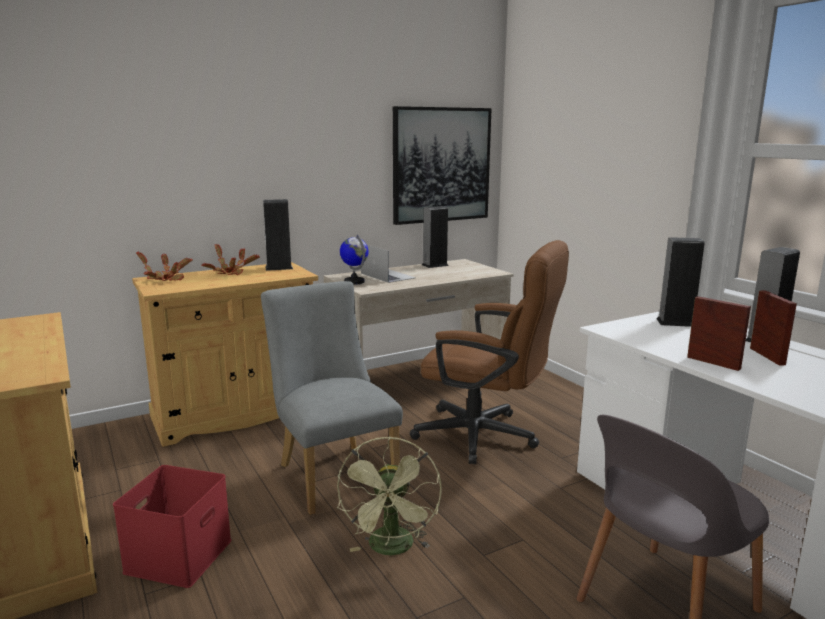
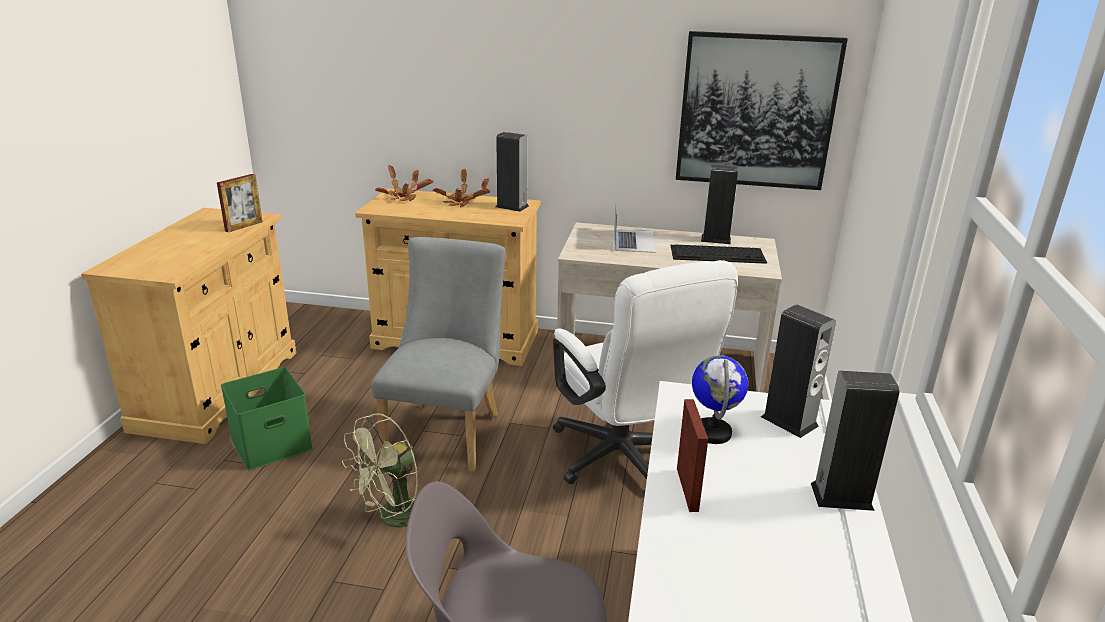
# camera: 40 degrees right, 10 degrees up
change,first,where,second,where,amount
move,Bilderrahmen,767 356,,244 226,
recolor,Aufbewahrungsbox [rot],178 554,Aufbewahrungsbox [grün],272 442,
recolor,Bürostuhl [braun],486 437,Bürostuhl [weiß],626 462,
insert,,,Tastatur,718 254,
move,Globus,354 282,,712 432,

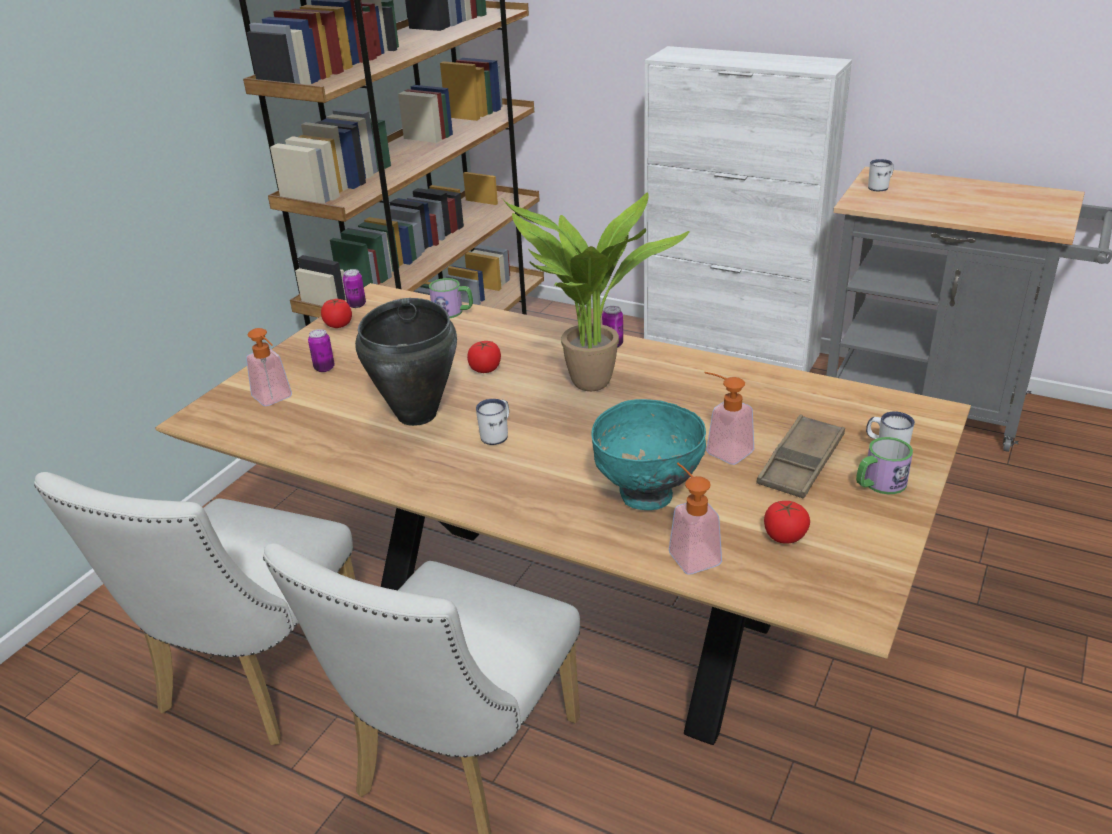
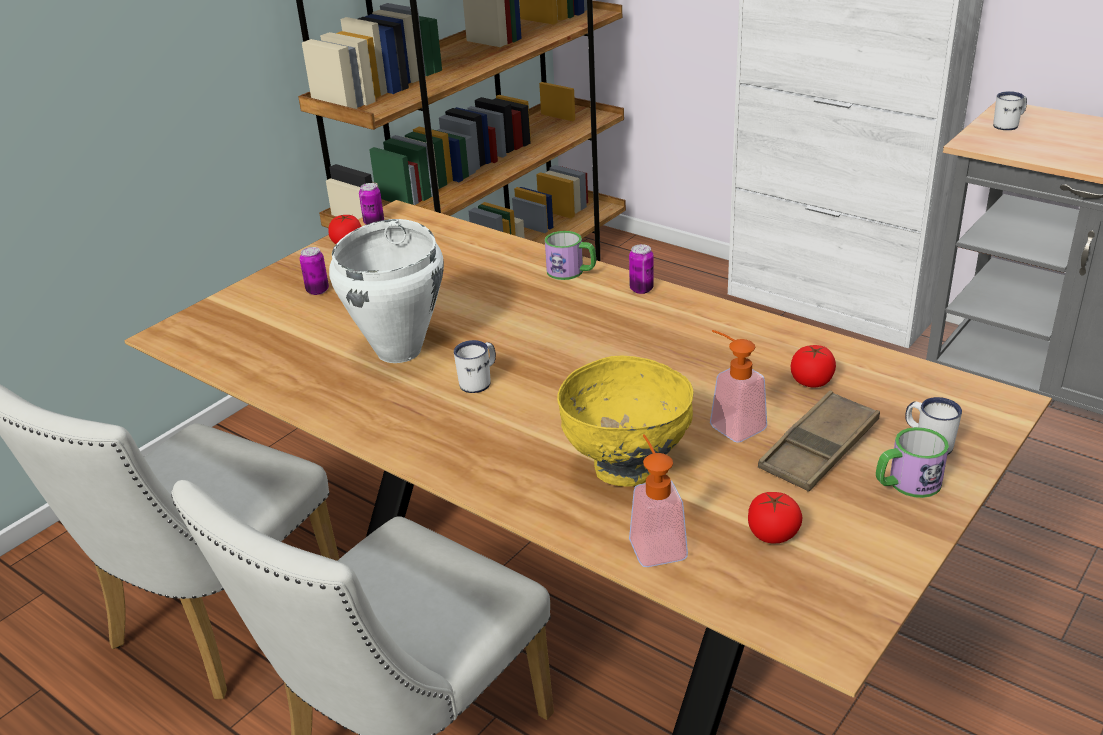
# camera: 10 degrees right, 0 degrees up
change,first,where,second,where,amount
recolor,Kochtopf [schwarz],418 414,Kochtopf [weiß],400 351,
move,Henkelbecher,453 312,,571 272,
recolor,Schüssel [türkis],647 496,Schüssel [gelb],625 469,
move,Tomate,485 369,,812 381,
delete,Seifenspender,275 399,,,
delete,Topfpflanze,591 387,,,

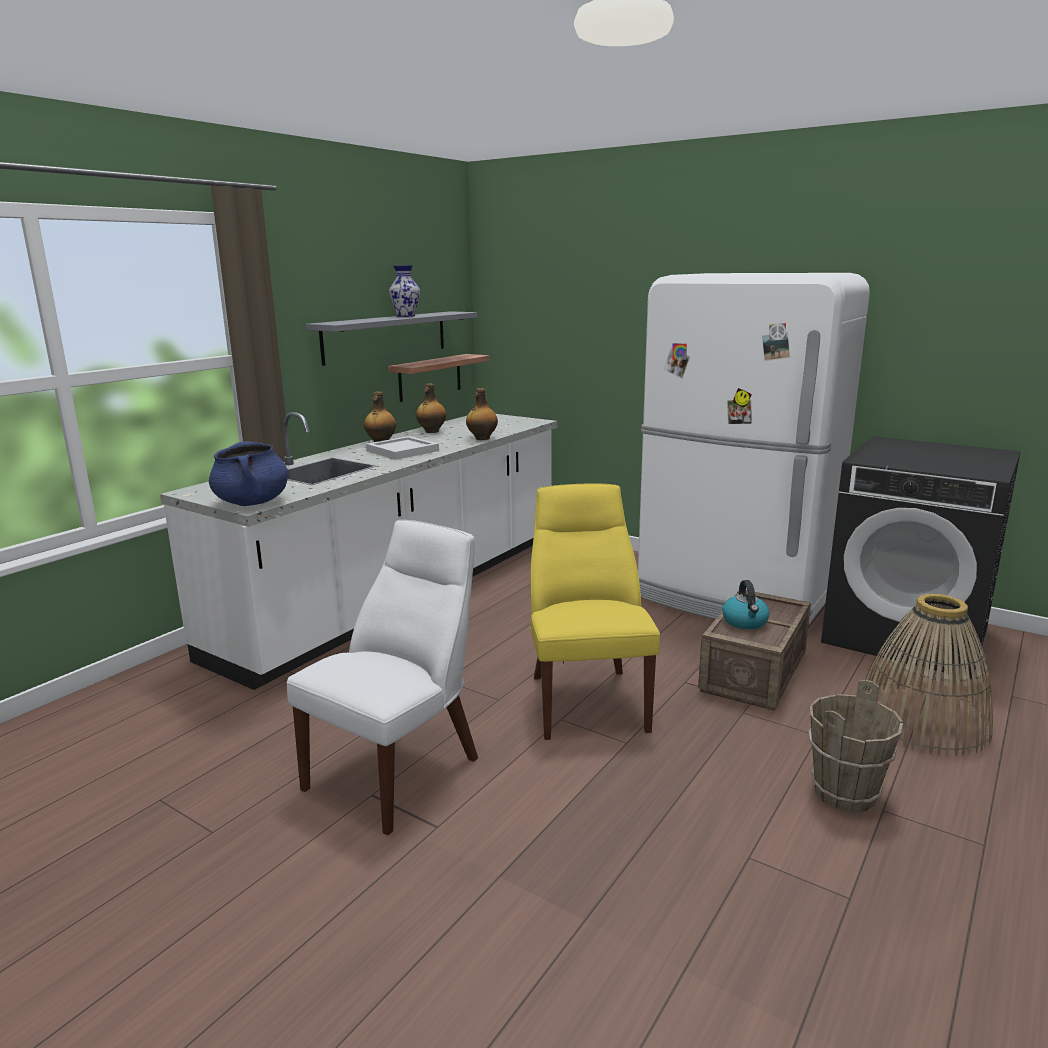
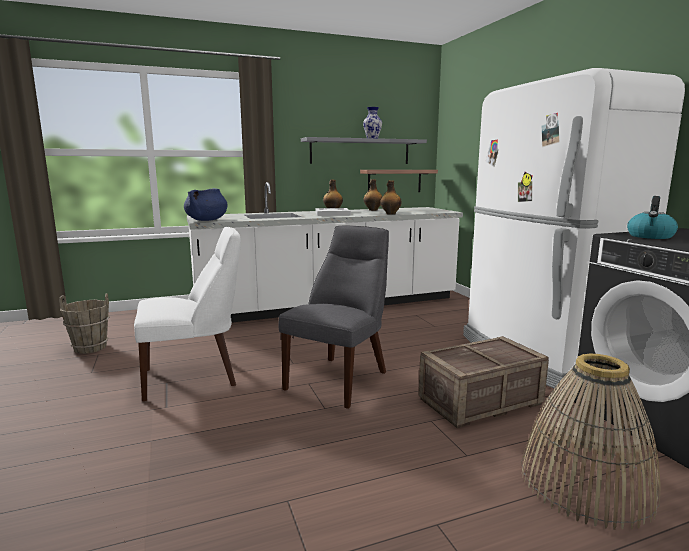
# camera: 35 degrees right, 5 degrees down
change,first,where,second,where,amount
move,Eimer [braun],845 793,,90 348,
recolor,Stuhl [gelb],586 699,Stuhl [grau],340 379,
move,Wasserkessel,745 622,,650 236,

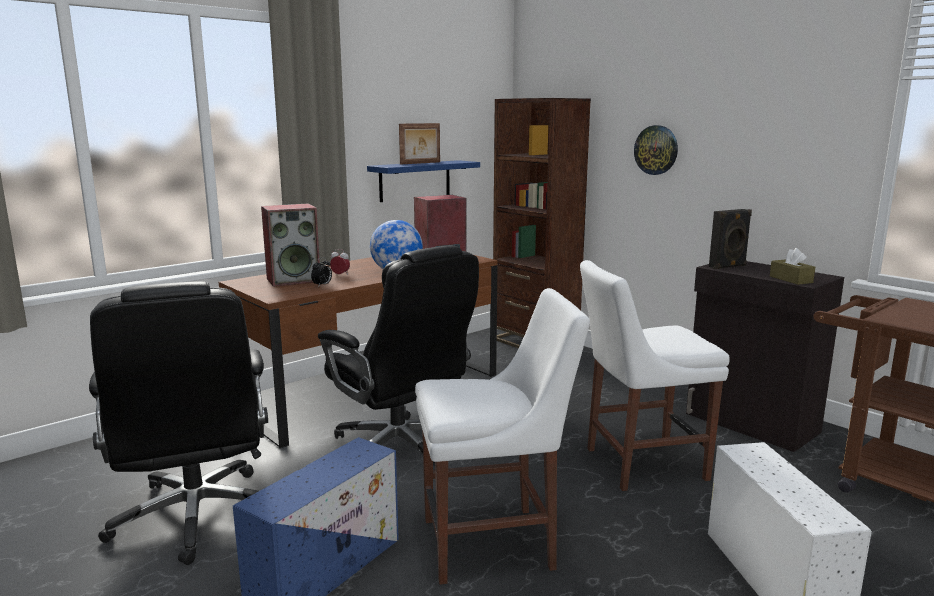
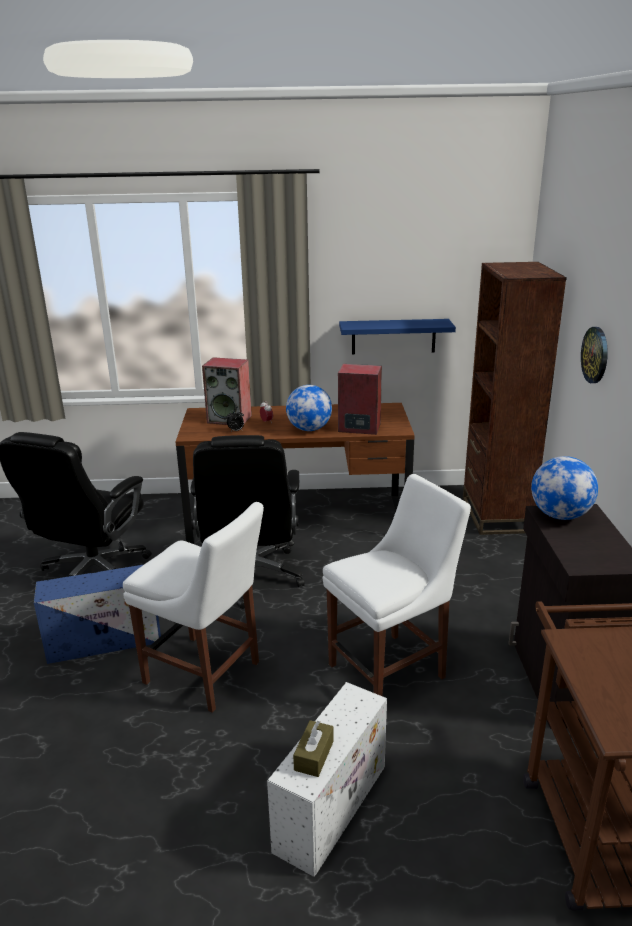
# camera: 40 degrees right, 10 degrees up
change,first,where,second,where,amount
move,Taschentuchbox [braun],791 279,,314 755,
rotate,Stuhl [weiß],639 464,,392 669,120 degrees clockwise
replace,Lautsprecher [schwarz],728 266,Globus,560 515,
delete,Bilderrahmen,420 163,,,

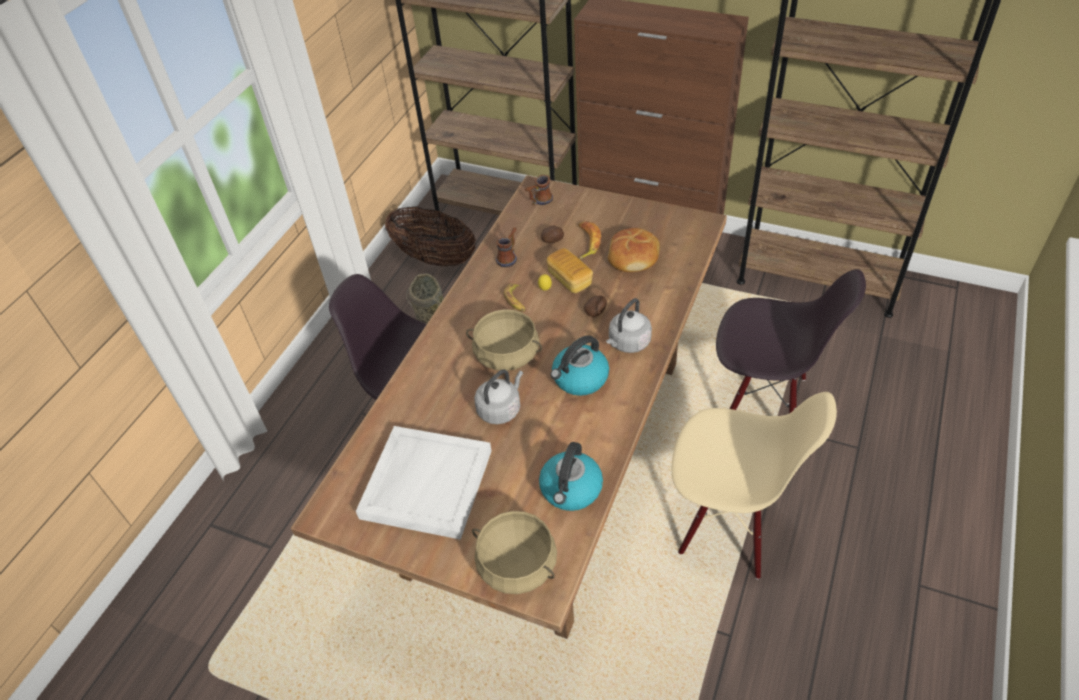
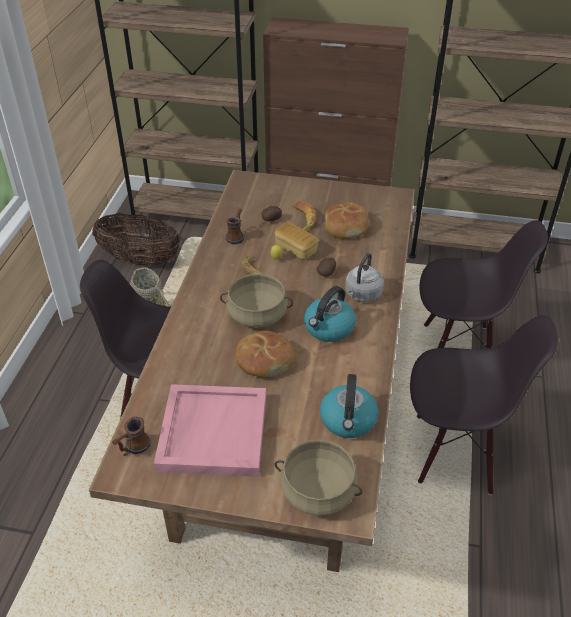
# camera: 15 degrees left, 5 degrees down
change,first,where,second,where,amount
move,Henkelbecher,539 201,,132 448,
recolor,Tablett [weiß],426 483,Tablett [rosa],212 432,
replace,Wasserkessel [grau],500 409,Brot,264 360,
recolor,Stuhl [beige],728 523,Stuhl [schwarz],454 452,

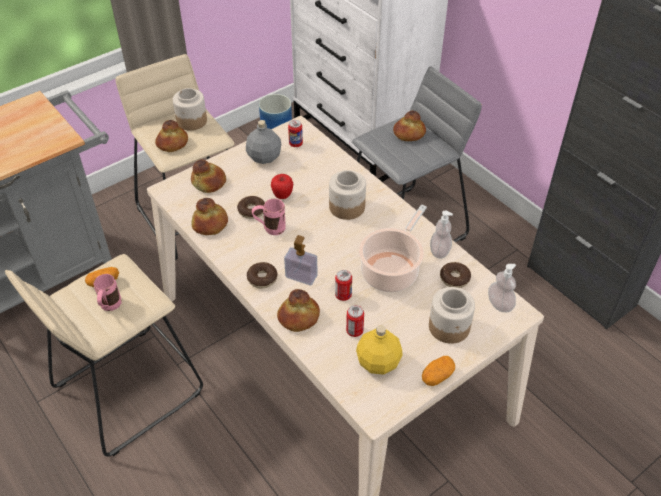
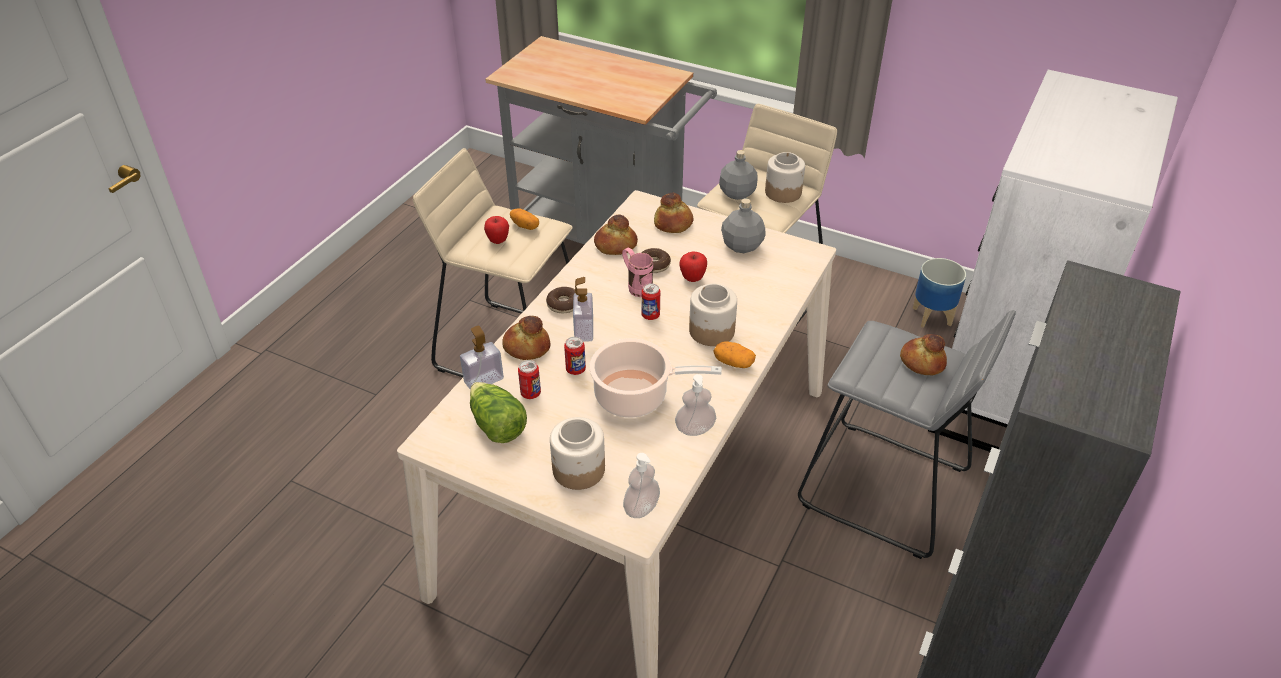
# camera: 65 degrees right, 5 degrees down
change,first,where,second,where,amount
insert,,,Seifenspender,484 380,
replace,Flasche [gelb],378 363,Salatkopf,496 425,
replace,Henkelbecher [rosa],109 307,Apfel,498 241,
move,Dose,295 144,,650 315,
move,Kartoffel,437 376,,733 363,
replace,Brot,172 143,Flasche [grau],737 194,
delete,Donut,454 278,,,

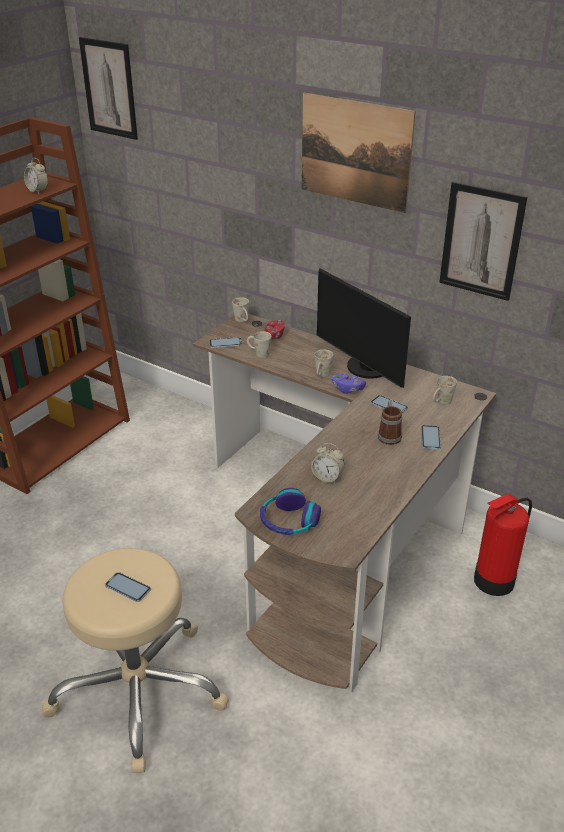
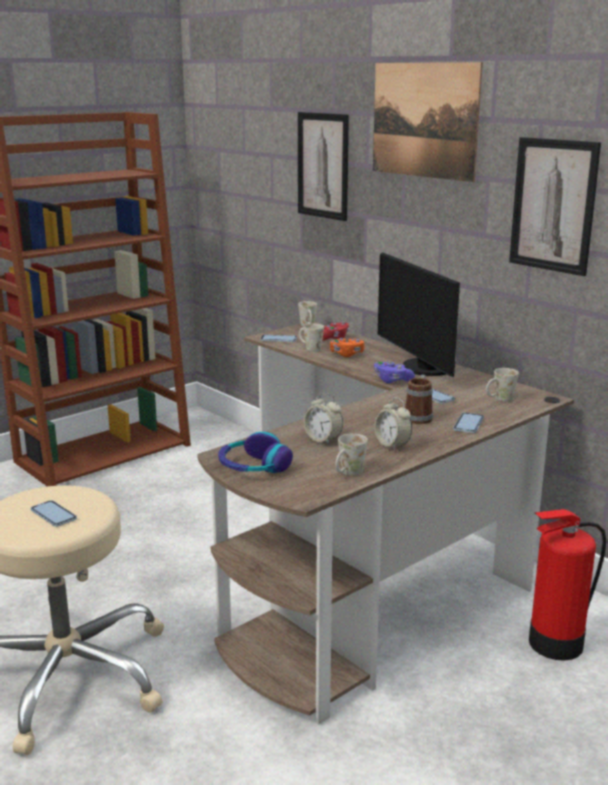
# camera: 15 degrees right, 15 degrees down
change,first,where,second,where,amount
move,Bild,109 88,,323 165,
insert,,,Gamepad [orange],346 354,
move,Henkelbecher [weiß],321 375,,348 474,
move,Wecker,38 191,,392 445,

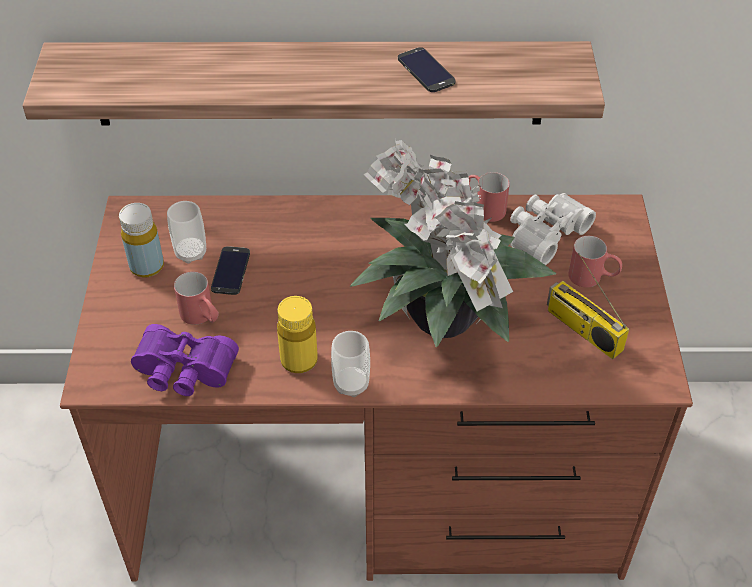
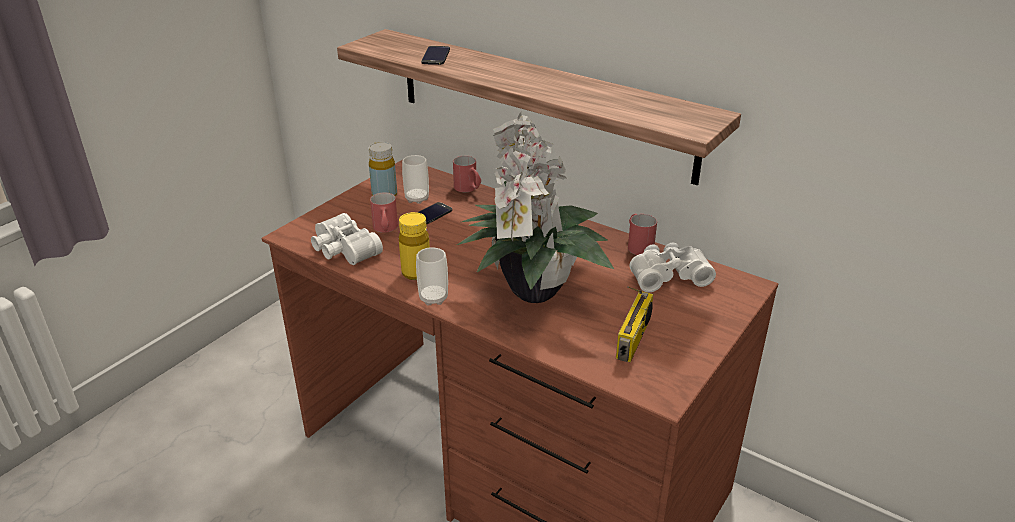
# camera: 35 degrees right, 15 degrees down
change,first,where,second,where,amount
recolor,Fernglas [lila],183 373,Fernglas [weiß],342 250,
move,Handy,426 70,,435 56,
move,Henkelbecher [rot],593 278,,468 189,
rotate,Radio,582 330,,634 339,150 degrees counterclockwise

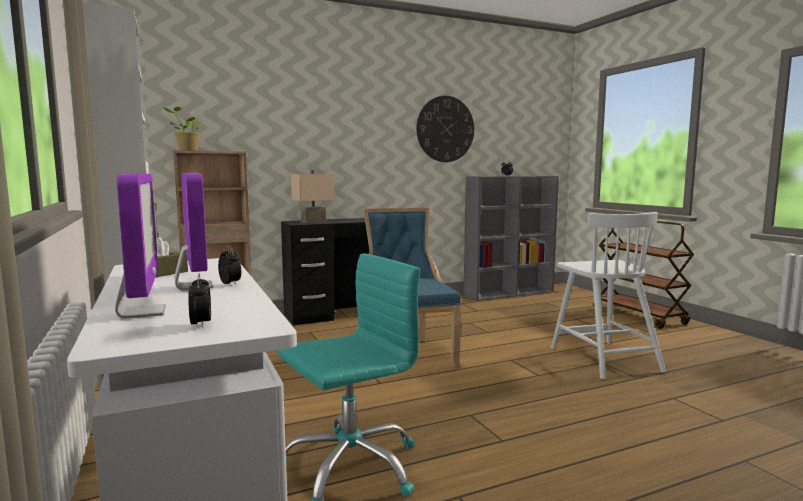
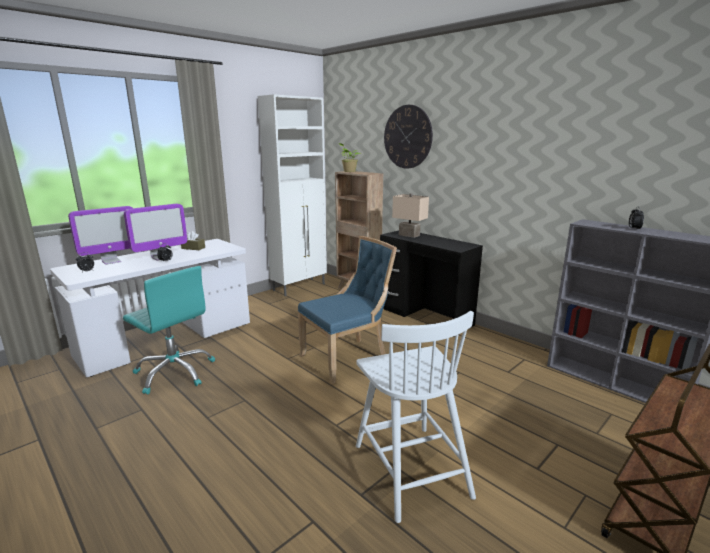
# camera: 70 degrees right, 10 degrees up
change,first,where,second,where,amount
rotate,Stuhl [weiß],603 358,,410 468,75 degrees counterclockwise
move,Wanduhr,445 129,,407 137,

